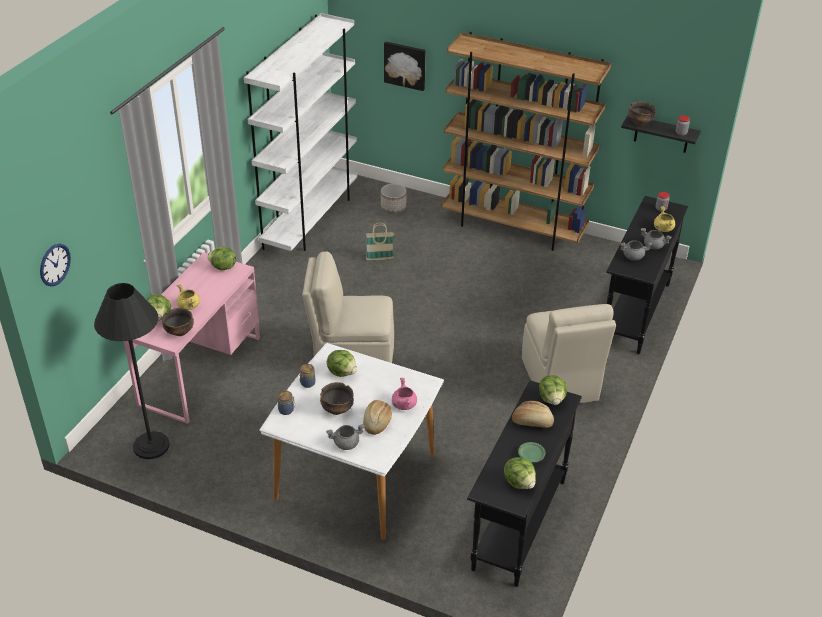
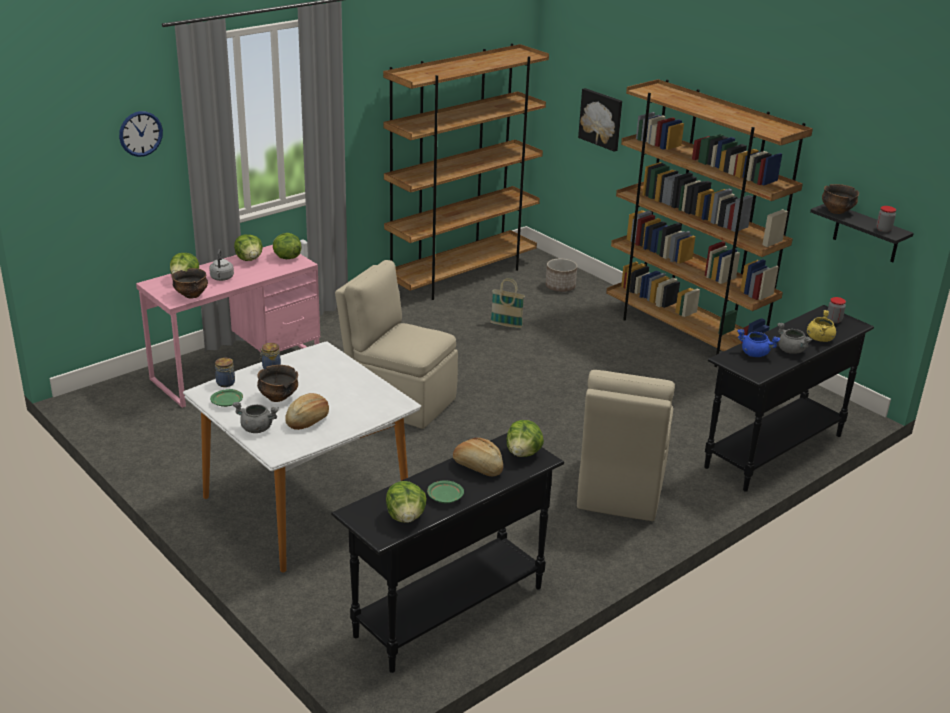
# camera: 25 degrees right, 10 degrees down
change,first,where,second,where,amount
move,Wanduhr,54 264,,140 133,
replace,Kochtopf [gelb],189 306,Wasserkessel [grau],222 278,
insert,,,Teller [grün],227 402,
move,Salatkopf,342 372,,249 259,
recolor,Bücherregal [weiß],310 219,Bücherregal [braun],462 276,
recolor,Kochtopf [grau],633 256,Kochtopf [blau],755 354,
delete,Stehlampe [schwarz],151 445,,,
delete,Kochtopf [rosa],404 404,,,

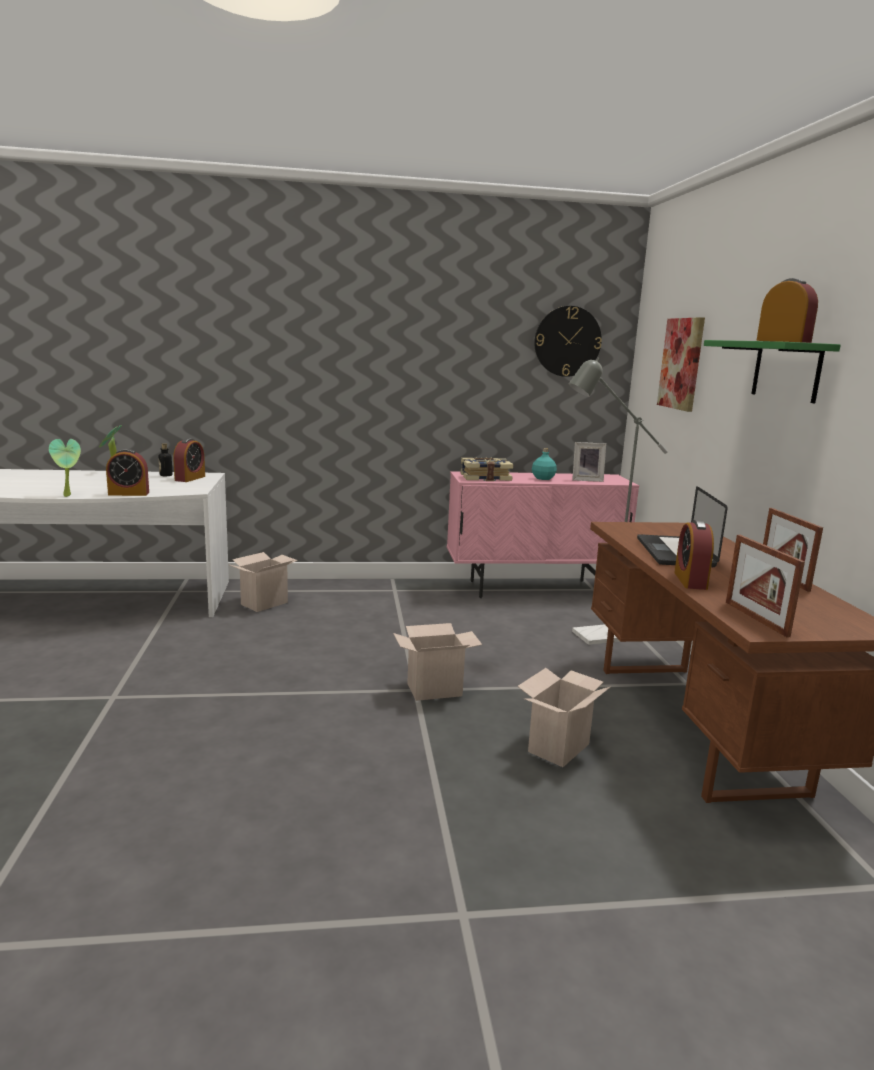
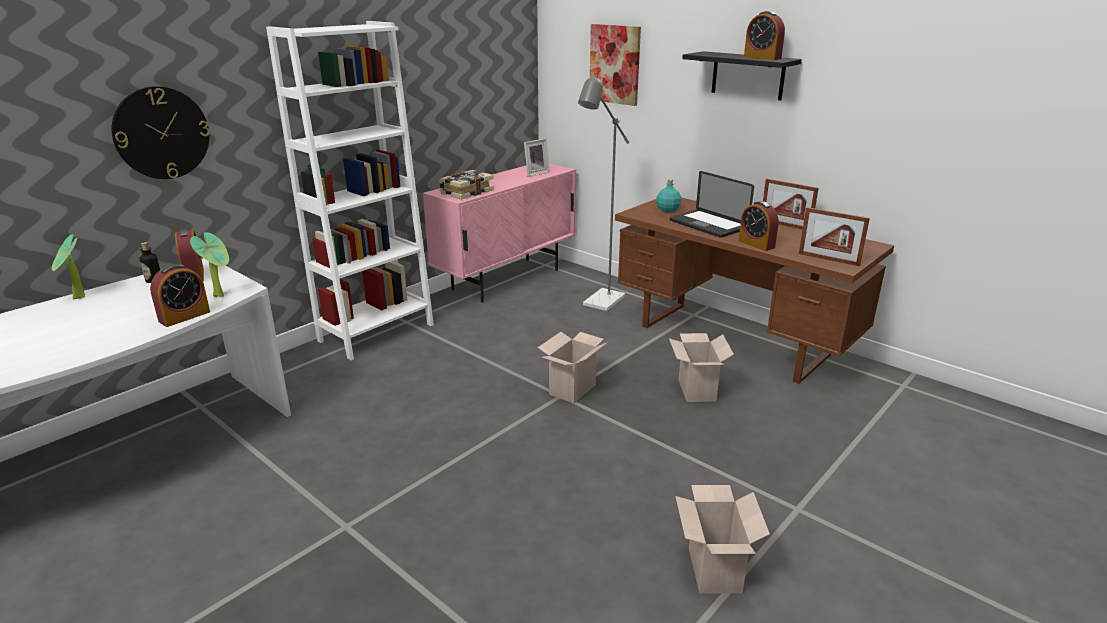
# camera: 40 degrees left, 10 degrees up
change,first,where,second,where,amount
move,Wanduhr,567 341,,161 133,
move,Topfpflanze,69 495,,221 295,
insert,,,Bücherregal [weiß],376 332,
move,Flasche [türkis],543 478,,668 210,
move,Karton,264 603,,712 569,
recolor,Wandregal [grün],786 371,Wandregal [schwarz],748 75,
rotate,Wecker,783 341,,762 58,150 degrees counterclockwise

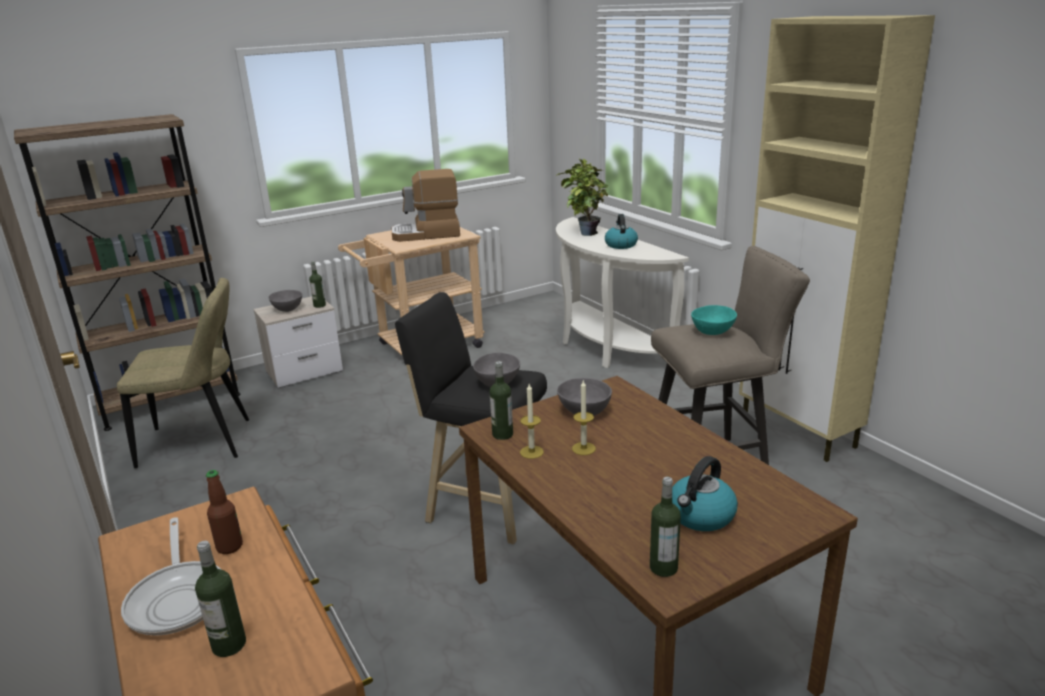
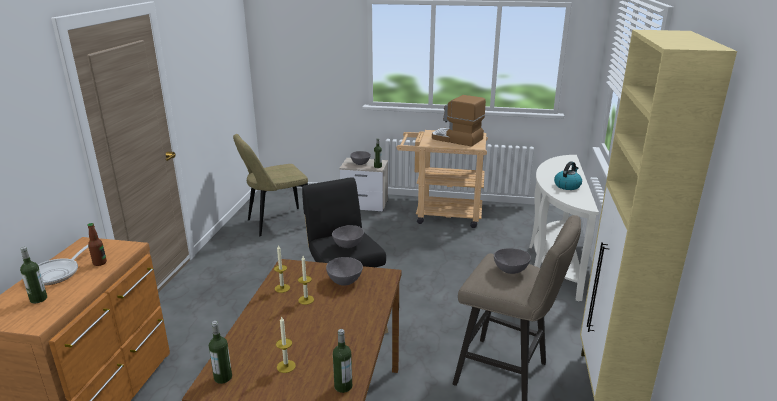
# camera: 40 degrees right, 0 degrees up
change,first,where,second,where,amount
rotate,Stuhl [beige],201 443,,276 223,120 degrees clockwise
replace,Wasserkessel,701 516,Kerze,286 366,
move,Flasche,502 434,,343 386,
recolor,Schüssel [türkis],713 332,Schüssel [grau],511 270,
delete,Bücherregal [braun],170 401,,,
delete,Topfpflanze,584 233,,,

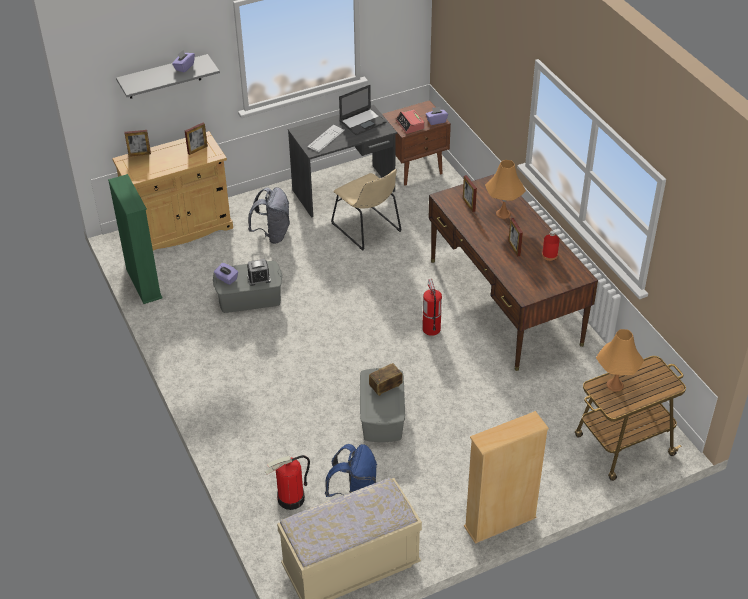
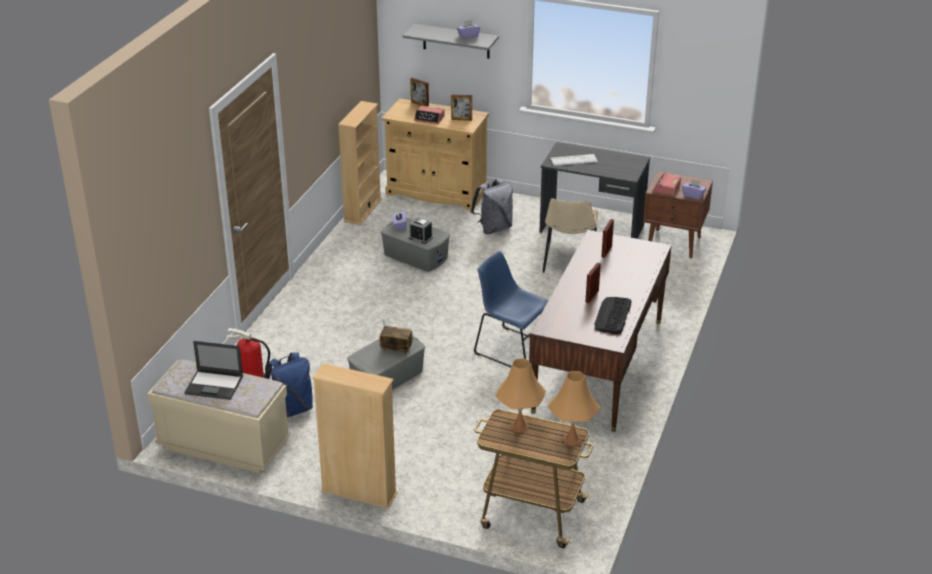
# camera: 45 degrees right, 10 degrees down
change,first,where,second,where,amount
move,Laptop,363 121,,215 385,
recolor,Bücherregal [grün],143 283,Bücherregal [beige],362 210,
insert,,,Wecker,429 118,
replace,Feuerlöscher,431 329,Stuhl [blau],511 348,
move,Tischlampe [orange],503 213,,572 439,
replace,Flasche [rot],549 255,Tastatur,613 316,

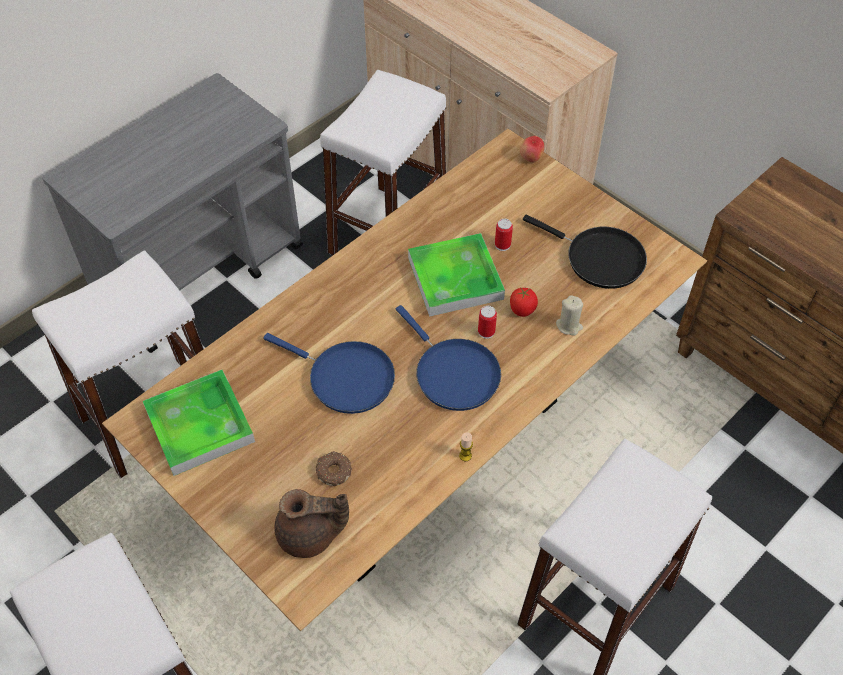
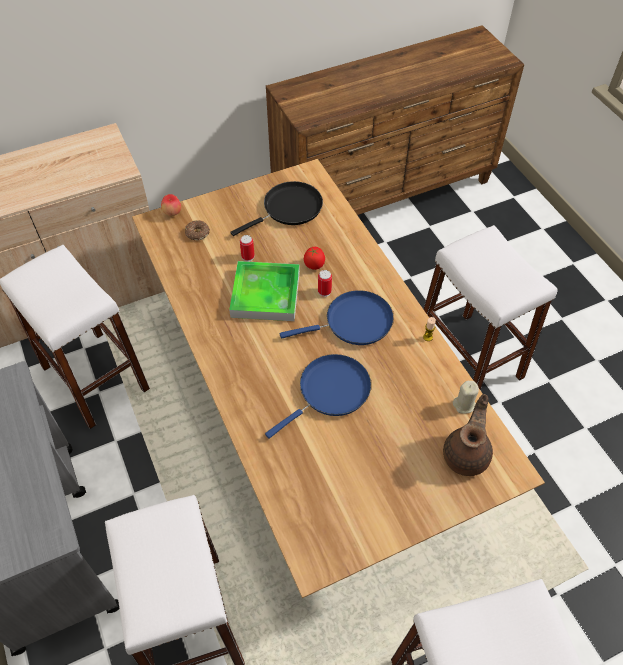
# camera: 70 degrees left, 0 degrees up
change,first,where,second,where,amount
move,Donut,333 471,,197 233,
move,Kerze [beige],569 326,,464 404,
delete,Tablett,200 425,,,

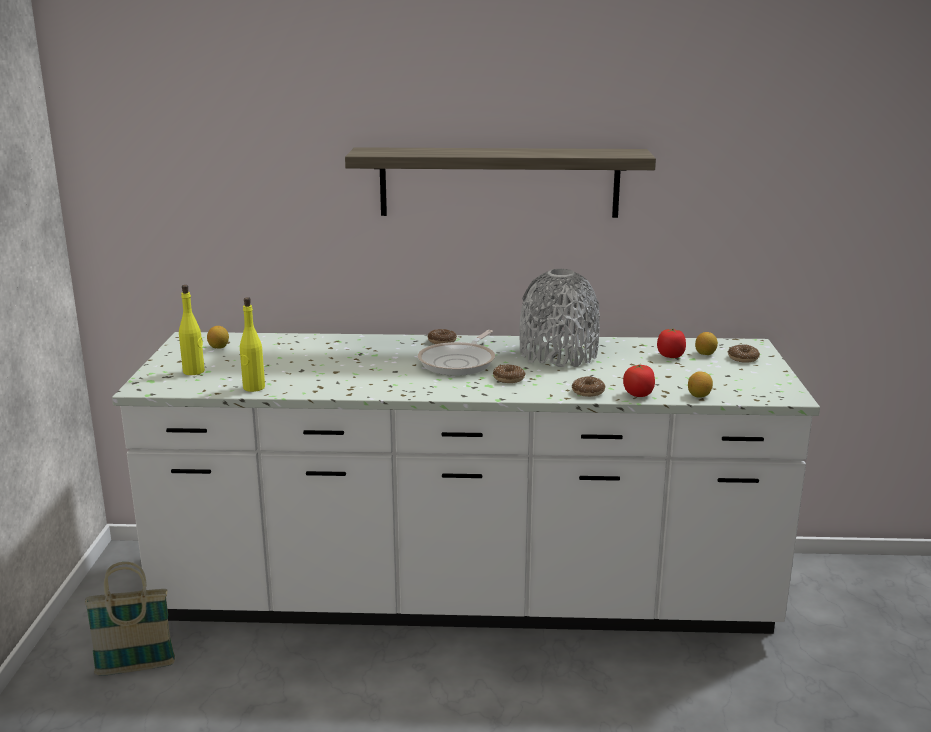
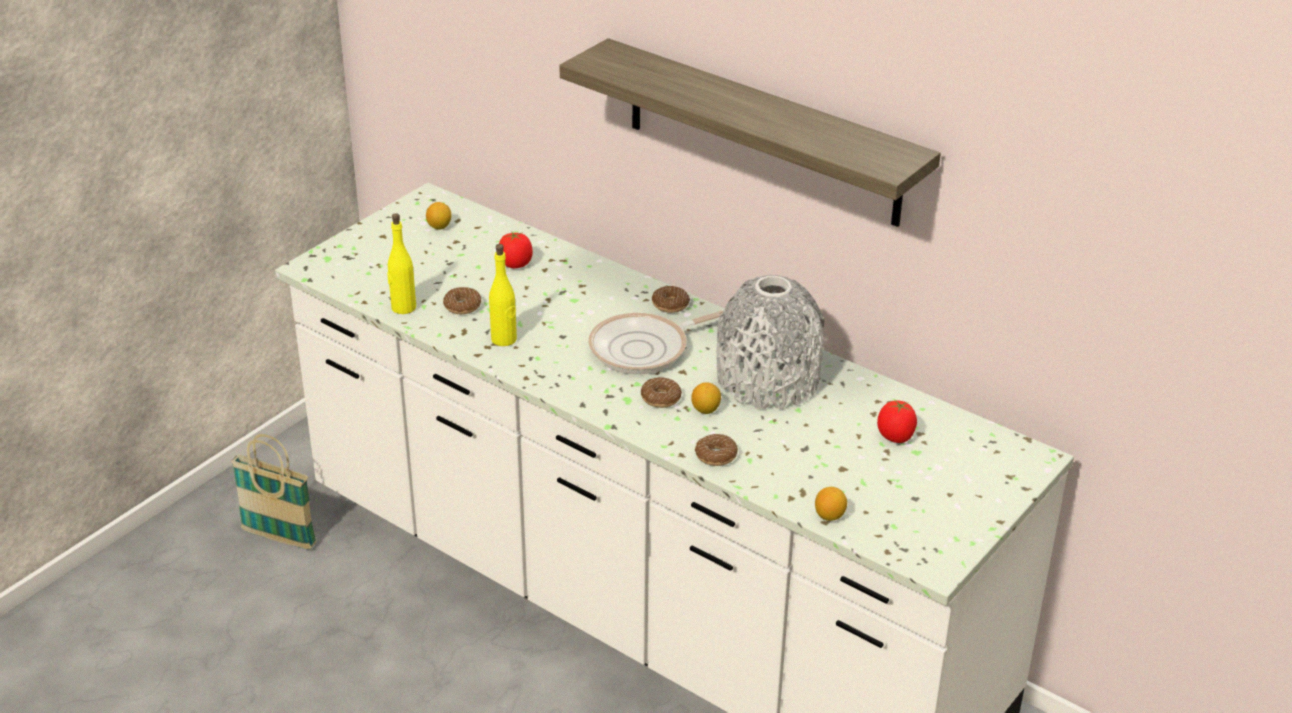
# camera: 35 degrees right, 15 degrees up
change,first,where,second,where,amount
move,Donut,743 358,,462 306,
move,Flasche [gelb],194 372,,504 339,
move,Tomate,638 395,,516 264,
move,Zitrone,705 354,,706 410,

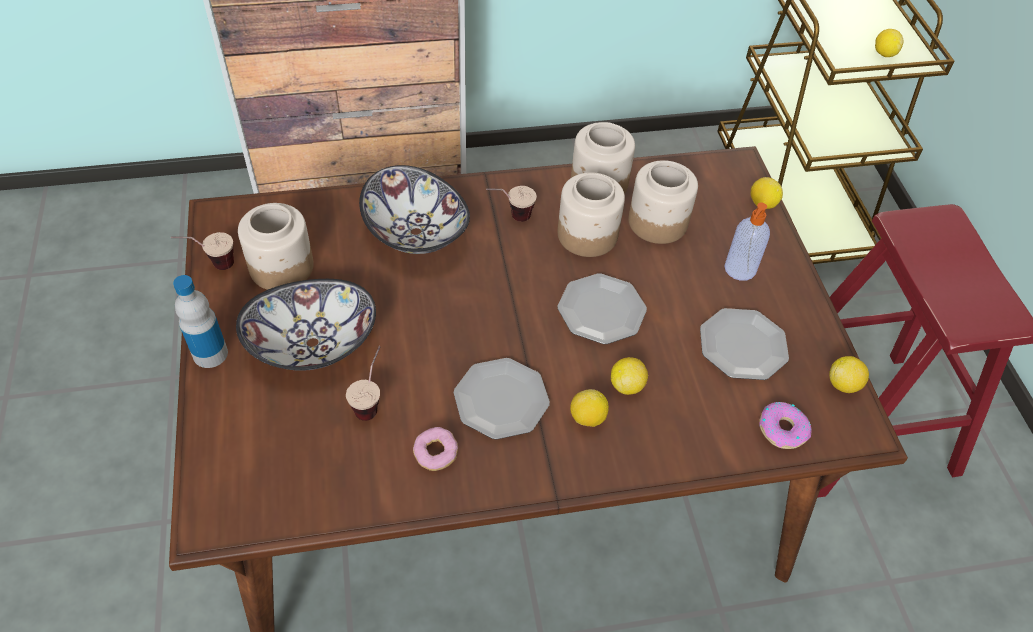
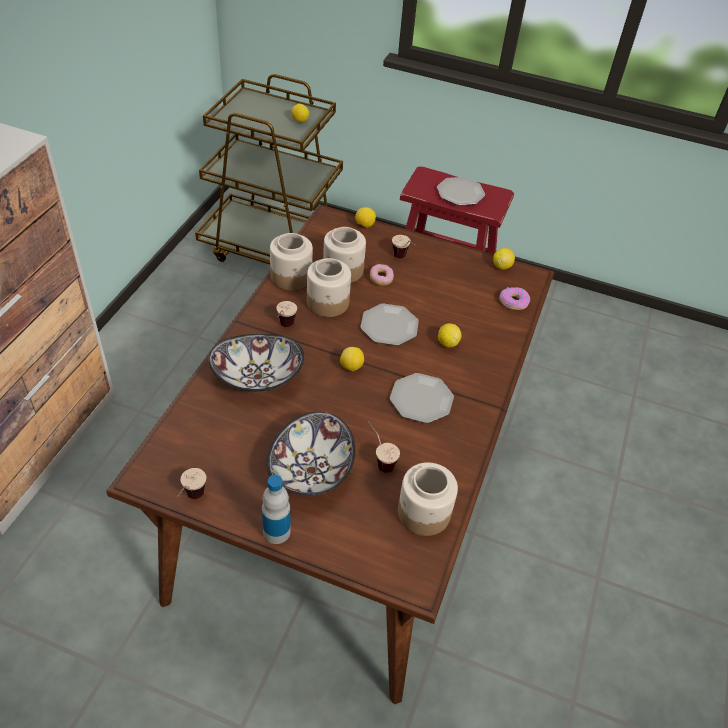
# camera: 60 degrees left, 5 degrees down
change,first,where,second,where,amount
move,Zitrone,587 418,,351 367,
move,Donut,435 454,,381 279,
replace,Seifenspender,739 269,Tasse,403 259,
move,Vorratsglas,280 267,,423 513,
move,Teller,742 347,,460 193,

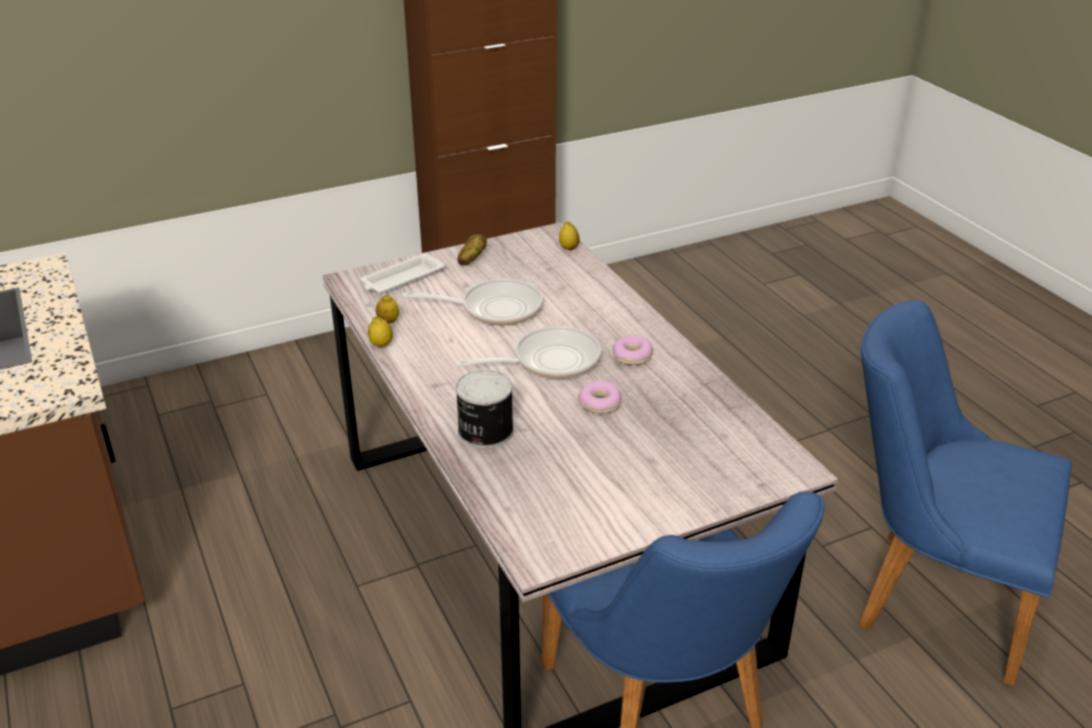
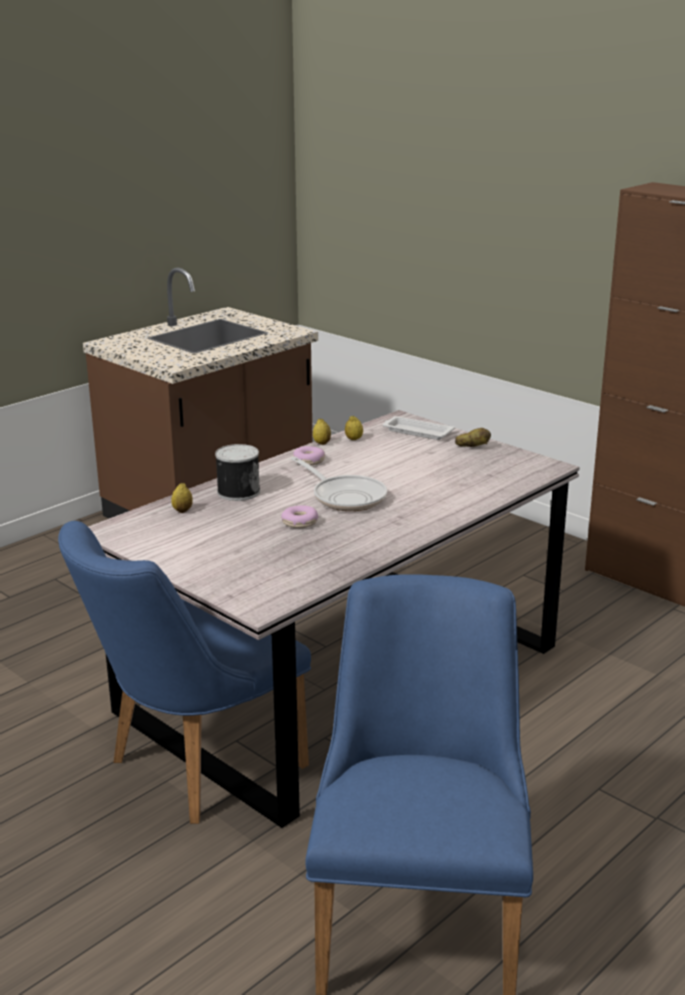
# camera: 70 degrees right, 10 degrees down
change,first,where,second,where,amount
move,Zitrone,569 248,,182 511,
move,Donut,632 356,,309 461,
delete,Pfanne,494 308,,,

